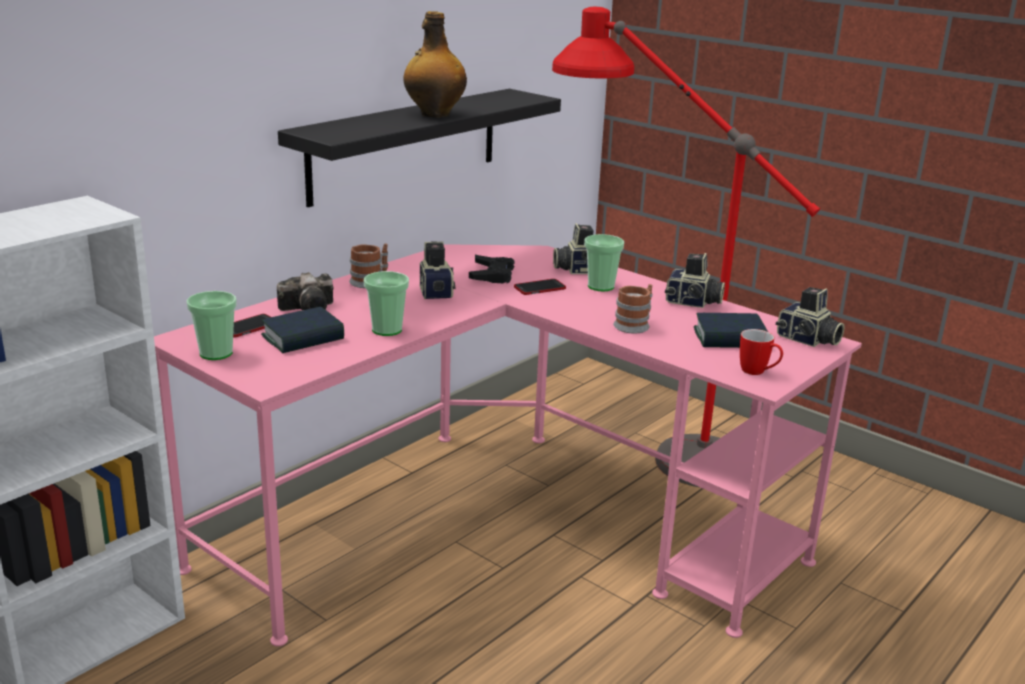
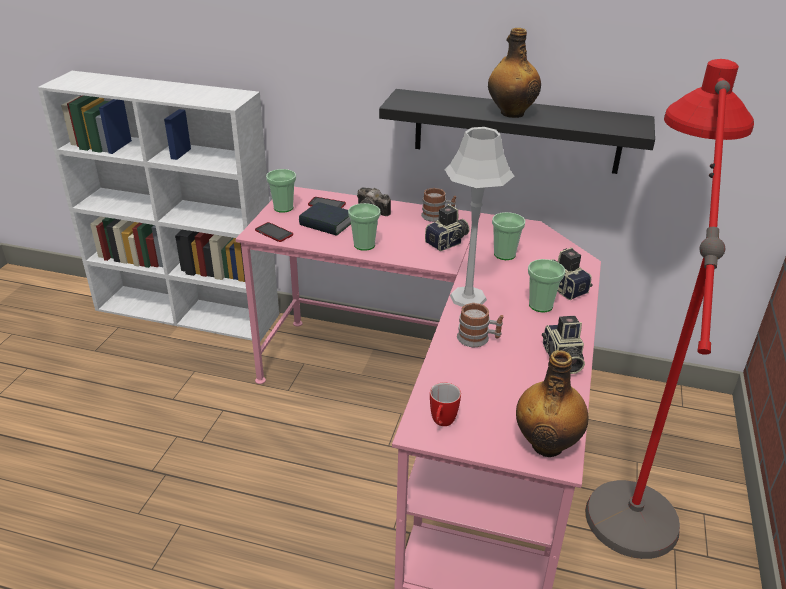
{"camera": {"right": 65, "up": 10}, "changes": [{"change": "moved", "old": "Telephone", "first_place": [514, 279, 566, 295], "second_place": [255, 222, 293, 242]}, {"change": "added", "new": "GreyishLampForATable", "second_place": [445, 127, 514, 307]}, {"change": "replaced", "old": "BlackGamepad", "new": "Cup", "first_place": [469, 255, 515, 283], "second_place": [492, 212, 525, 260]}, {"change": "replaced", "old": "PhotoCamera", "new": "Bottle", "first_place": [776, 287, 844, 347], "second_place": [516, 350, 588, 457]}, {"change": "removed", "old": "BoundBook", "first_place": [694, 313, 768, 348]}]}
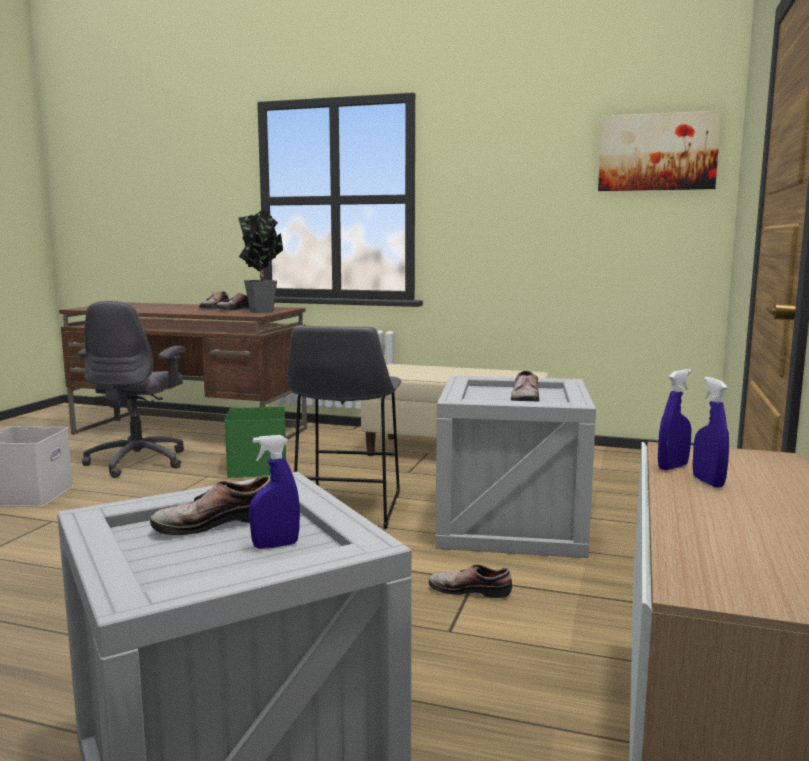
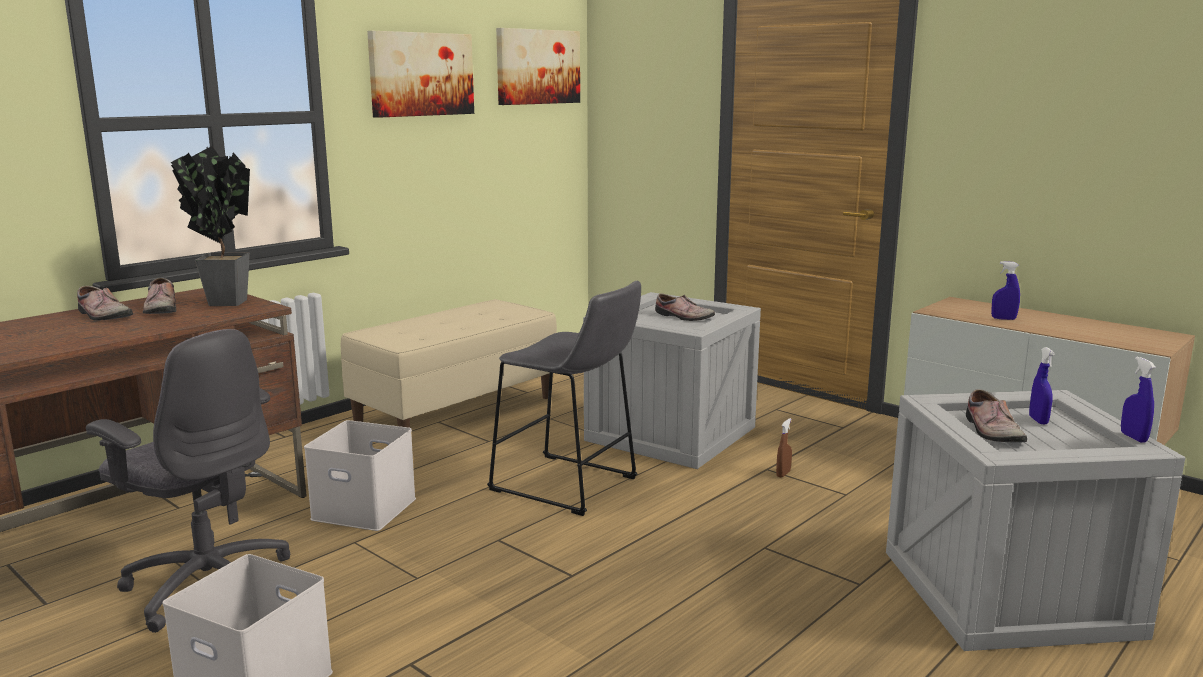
{"camera": {"right": -65, "up": 5}, "changes": [{"change": "recoloured", "old": "GreenishStorageBox", "new": "WhitishStorageBox", "first_place": [224, 407, 287, 478], "second_place": [304, 420, 416, 531]}, {"change": "added", "new": "WallArt", "second_place": [367, 31, 474, 118]}, {"change": "replaced", "old": "Shoe", "new": "BrownHandSprayer", "first_place": [429, 564, 512, 598], "second_place": [776, 418, 792, 477]}, {"change": "moved", "old": "BluishHandSprayer", "first_place": [658, 369, 692, 470], "second_place": [1121, 356, 1156, 443]}]}
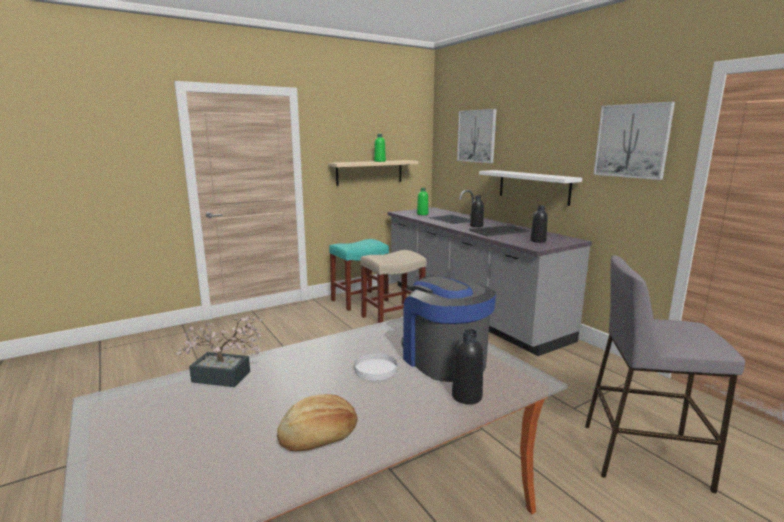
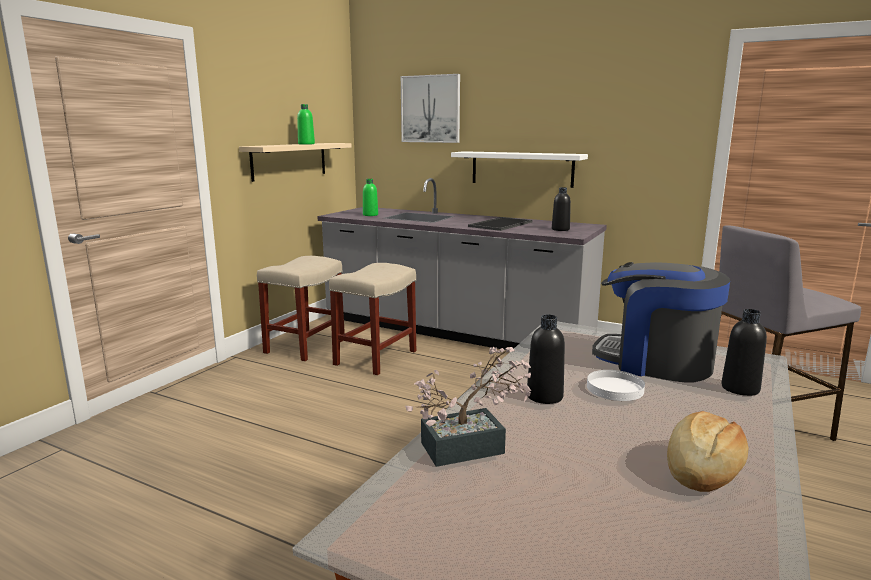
{"camera": {"right": -30, "up": 0}, "changes": [{"change": "recoloured", "old": "BlueGreenSittingStool", "new": "BeigeSittingStool", "first_place": [329, 239, 389, 311], "second_place": [257, 256, 345, 361]}, {"change": "moved", "old": "BlackBottle", "first_place": [470, 195, 484, 227], "second_place": [527, 315, 565, 404]}, {"change": "removed", "old": "WallArt", "first_place": [594, 102, 675, 180]}]}
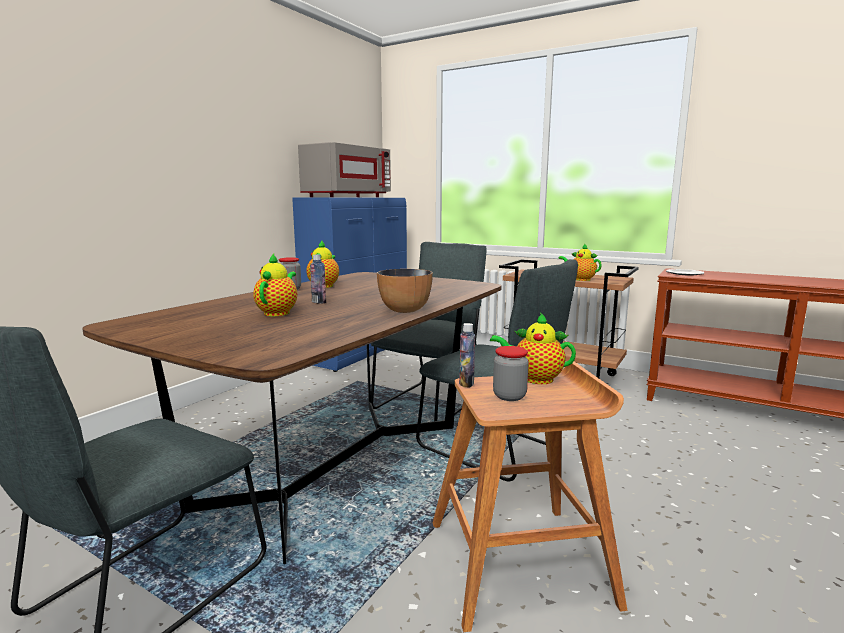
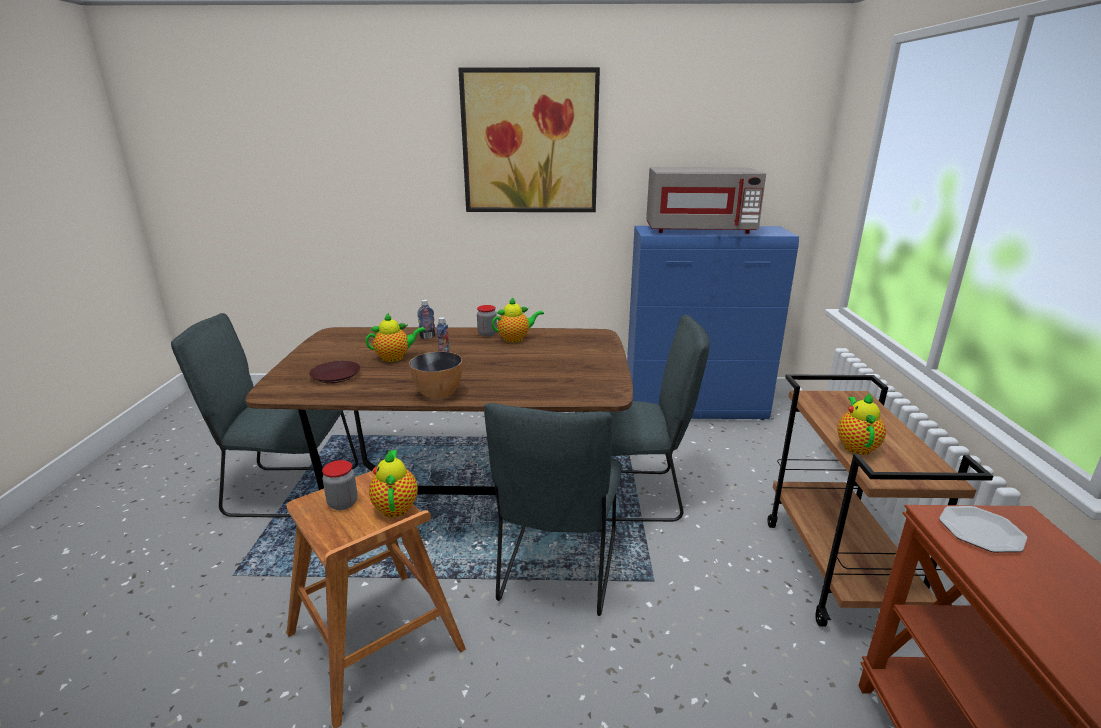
{"camera": {"right": 60, "up": 10}, "changes": [{"change": "added", "new": "BrownFlatDish", "second_place": [309, 361, 360, 383]}, {"change": "moved", "old": "Bottle", "first_place": [459, 323, 475, 388], "second_place": [417, 300, 436, 339]}, {"change": "added", "new": "WallArt", "second_place": [458, 67, 600, 212]}]}
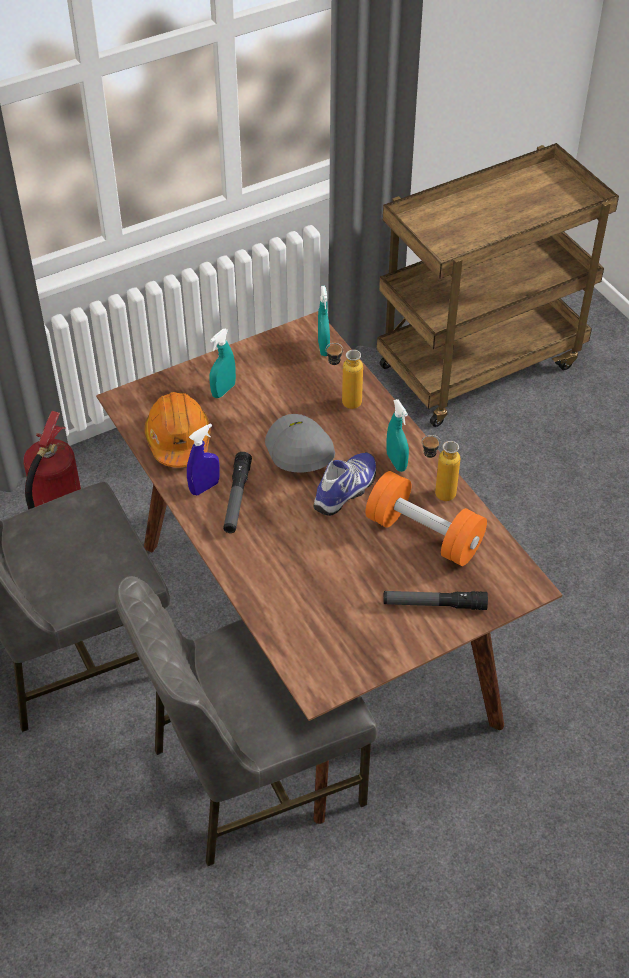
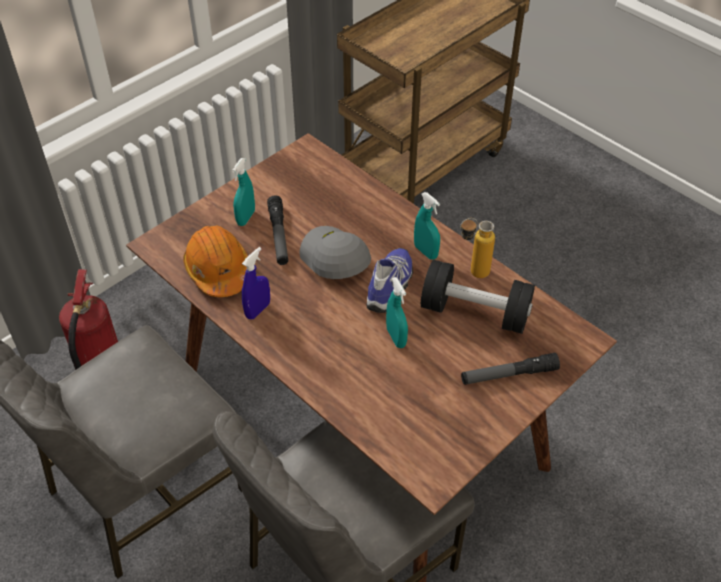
{"camera": {"right": -15, "up": 0}, "changes": [{"change": "moved", "old": "Flashlight", "first_place": [223, 452, 252, 533], "second_place": [267, 195, 288, 265]}, {"change": "moved", "old": "BlueGreenHandSprayer", "first_place": [318, 286, 330, 356], "second_place": [386, 277, 408, 348]}, {"change": "recoloured", "old": "OrangeFreeWeight", "new": "BlackFreeWeight", "first_place": [365, 471, 487, 566], "second_place": [421, 260, 535, 334]}, {"change": "removed", "old": "Bottle", "first_place": [326, 343, 363, 409]}]}
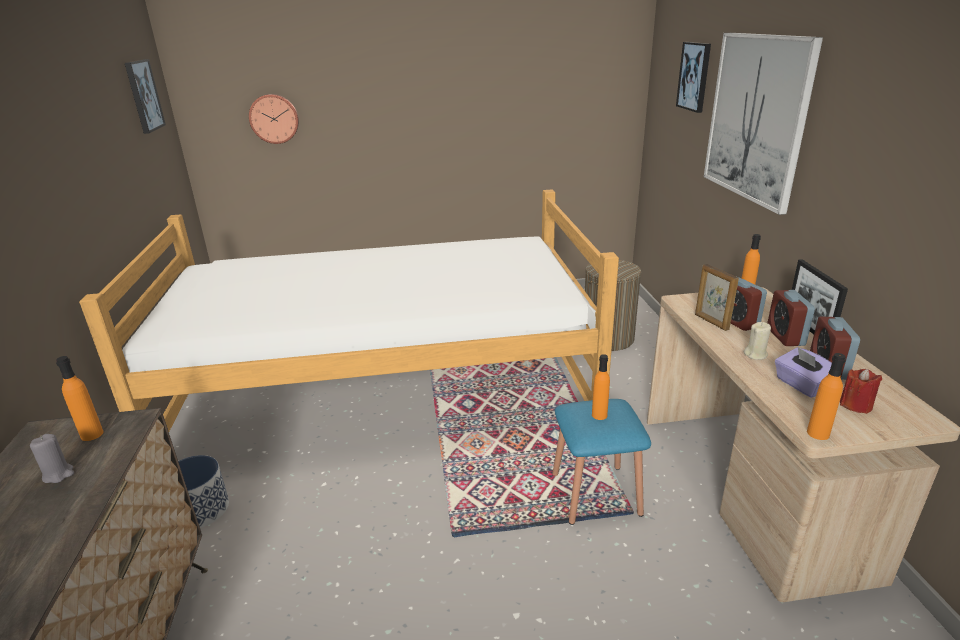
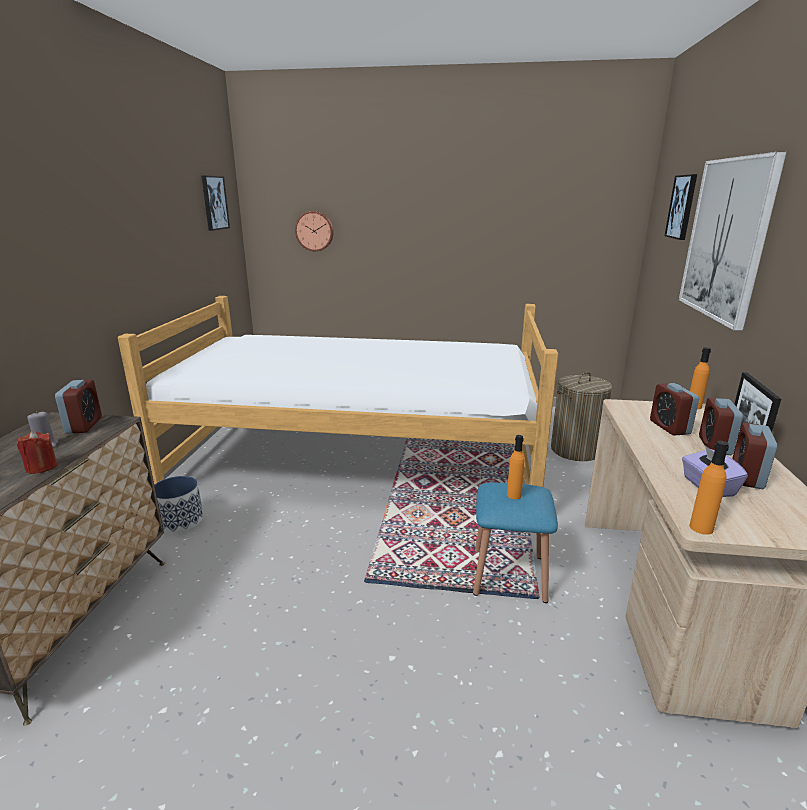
{"camera": {"right": 15, "up": -5}, "changes": [{"change": "moved", "old": "ReddishCandle", "first_place": [840, 369, 882, 414], "second_place": [17, 431, 57, 474]}, {"change": "replaced", "old": "OrangeBottle", "new": "TableClock", "first_place": [56, 356, 103, 441], "second_place": [55, 380, 102, 434]}, {"change": "removed", "old": "PhotoFrame", "first_place": [695, 264, 739, 331]}, {"change": "removed", "old": "BeigeCandle", "first_place": [744, 322, 771, 360]}]}
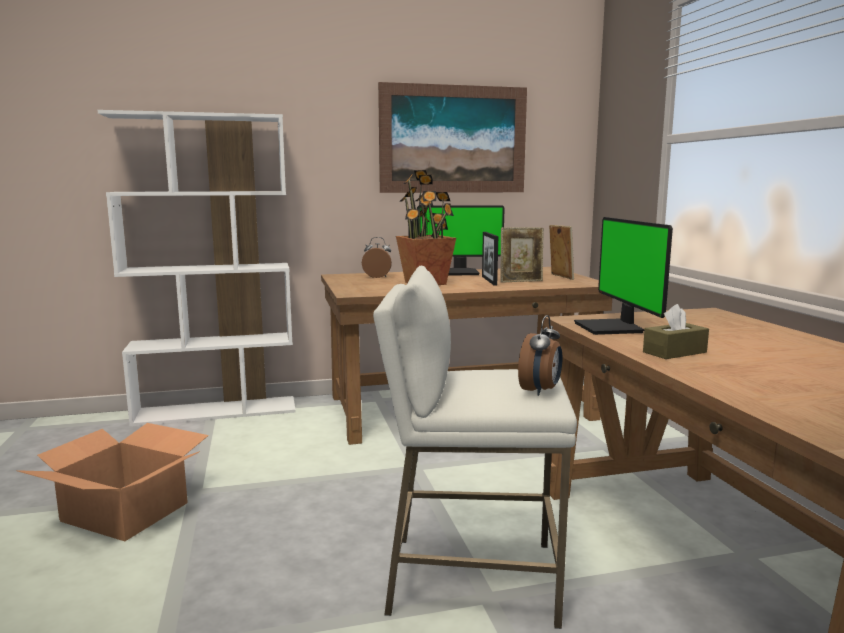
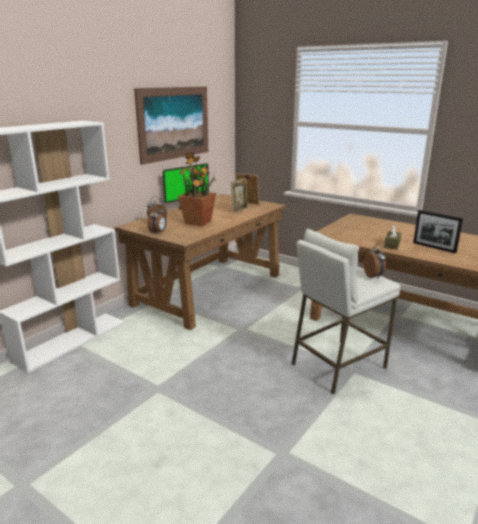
{"camera": {"right": -40, "up": 10}, "changes": [{"change": "added", "new": "TableClock", "second_place": [148, 205, 167, 235]}, {"change": "moved", "old": "PhotoFrame", "first_place": [482, 232, 498, 285], "second_place": [413, 210, 463, 253]}, {"change": "removed", "old": "Carton", "first_place": [16, 423, 209, 541]}, {"change": "removed", "old": "ComputerDisplay", "first_place": [574, 217, 673, 335]}]}
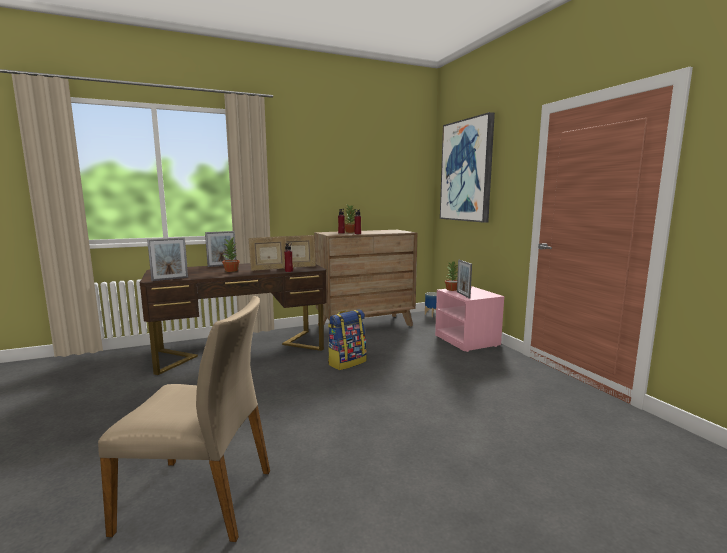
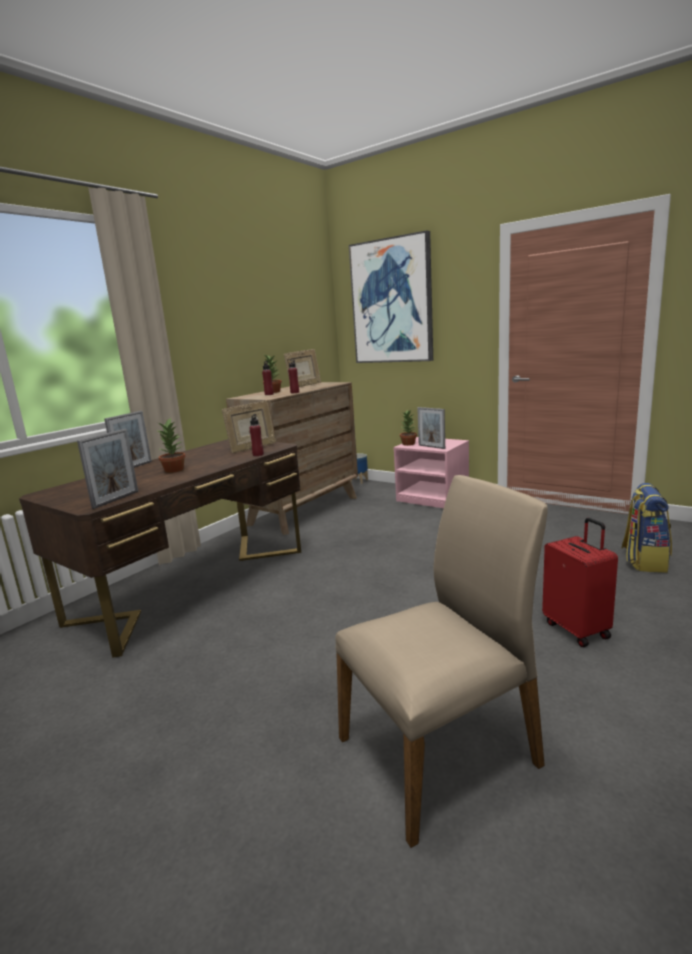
{"camera": {"right": -30, "up": 5}, "changes": [{"change": "moved", "old": "PhotoFrame", "first_place": [249, 236, 286, 271], "second_place": [284, 349, 321, 387]}, {"change": "added", "new": "ReddishSuitcase", "second_place": [542, 518, 618, 647]}, {"change": "moved", "old": "Backpack", "first_place": [328, 309, 367, 370], "second_place": [621, 483, 672, 573]}]}
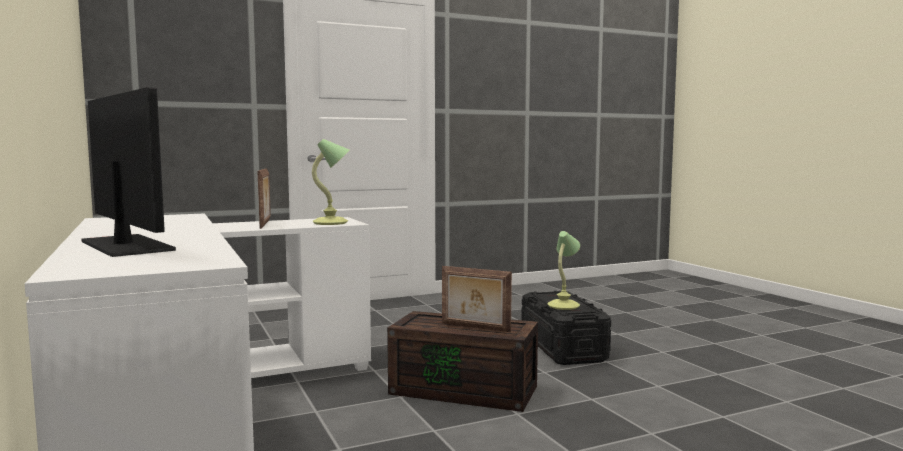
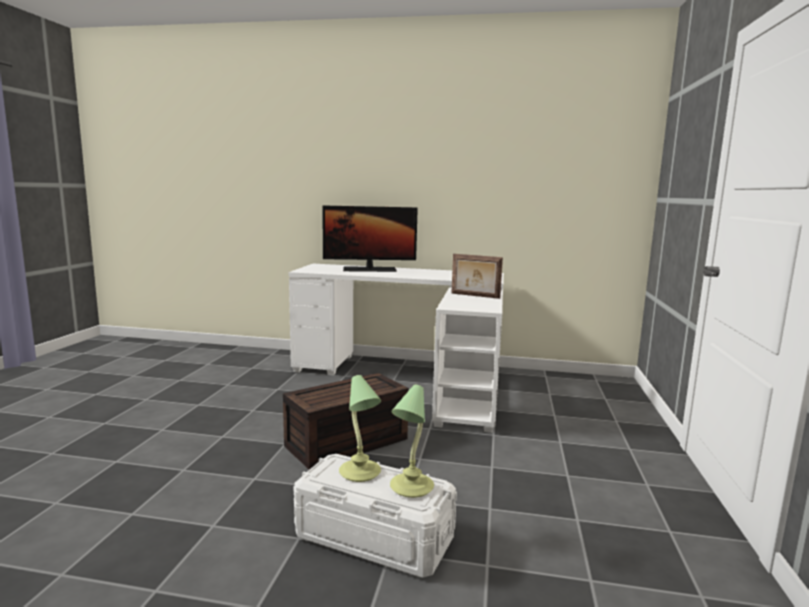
{"camera": {"right": 125, "up": 5}, "changes": [{"change": "recoloured", "old": "BlackStorageBox", "new": "WhitishStorageBox", "first_place": [521, 290, 611, 365], "second_place": [294, 454, 457, 578]}, {"change": "moved", "old": "LampForATable", "first_place": [312, 139, 350, 225], "second_place": [390, 385, 434, 498]}, {"change": "removed", "old": "PhotoFrame", "first_place": [442, 266, 512, 332]}]}
